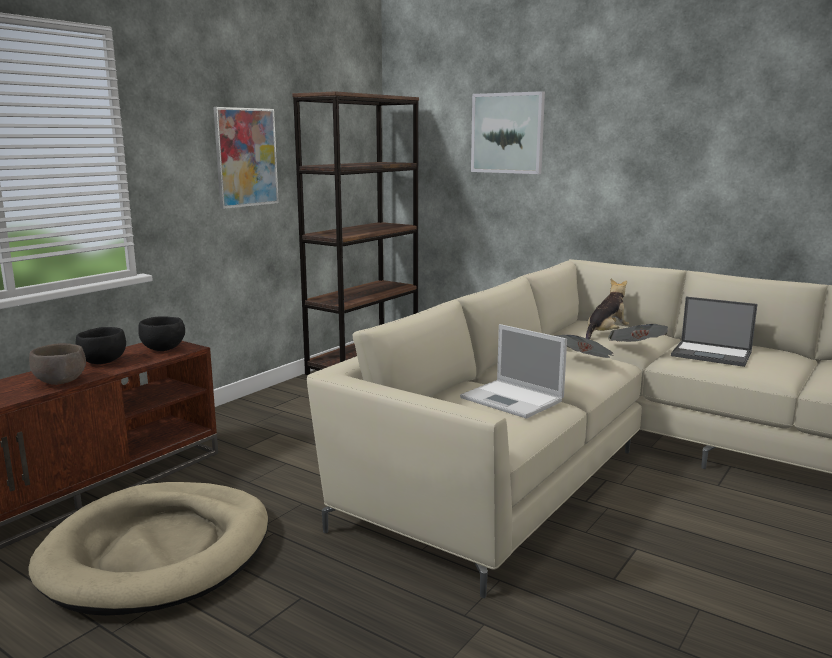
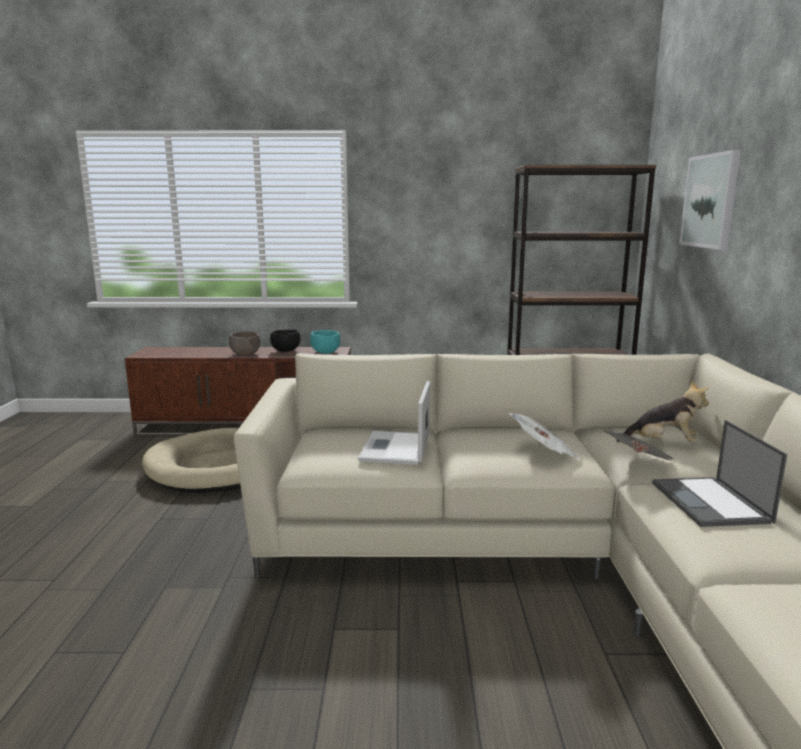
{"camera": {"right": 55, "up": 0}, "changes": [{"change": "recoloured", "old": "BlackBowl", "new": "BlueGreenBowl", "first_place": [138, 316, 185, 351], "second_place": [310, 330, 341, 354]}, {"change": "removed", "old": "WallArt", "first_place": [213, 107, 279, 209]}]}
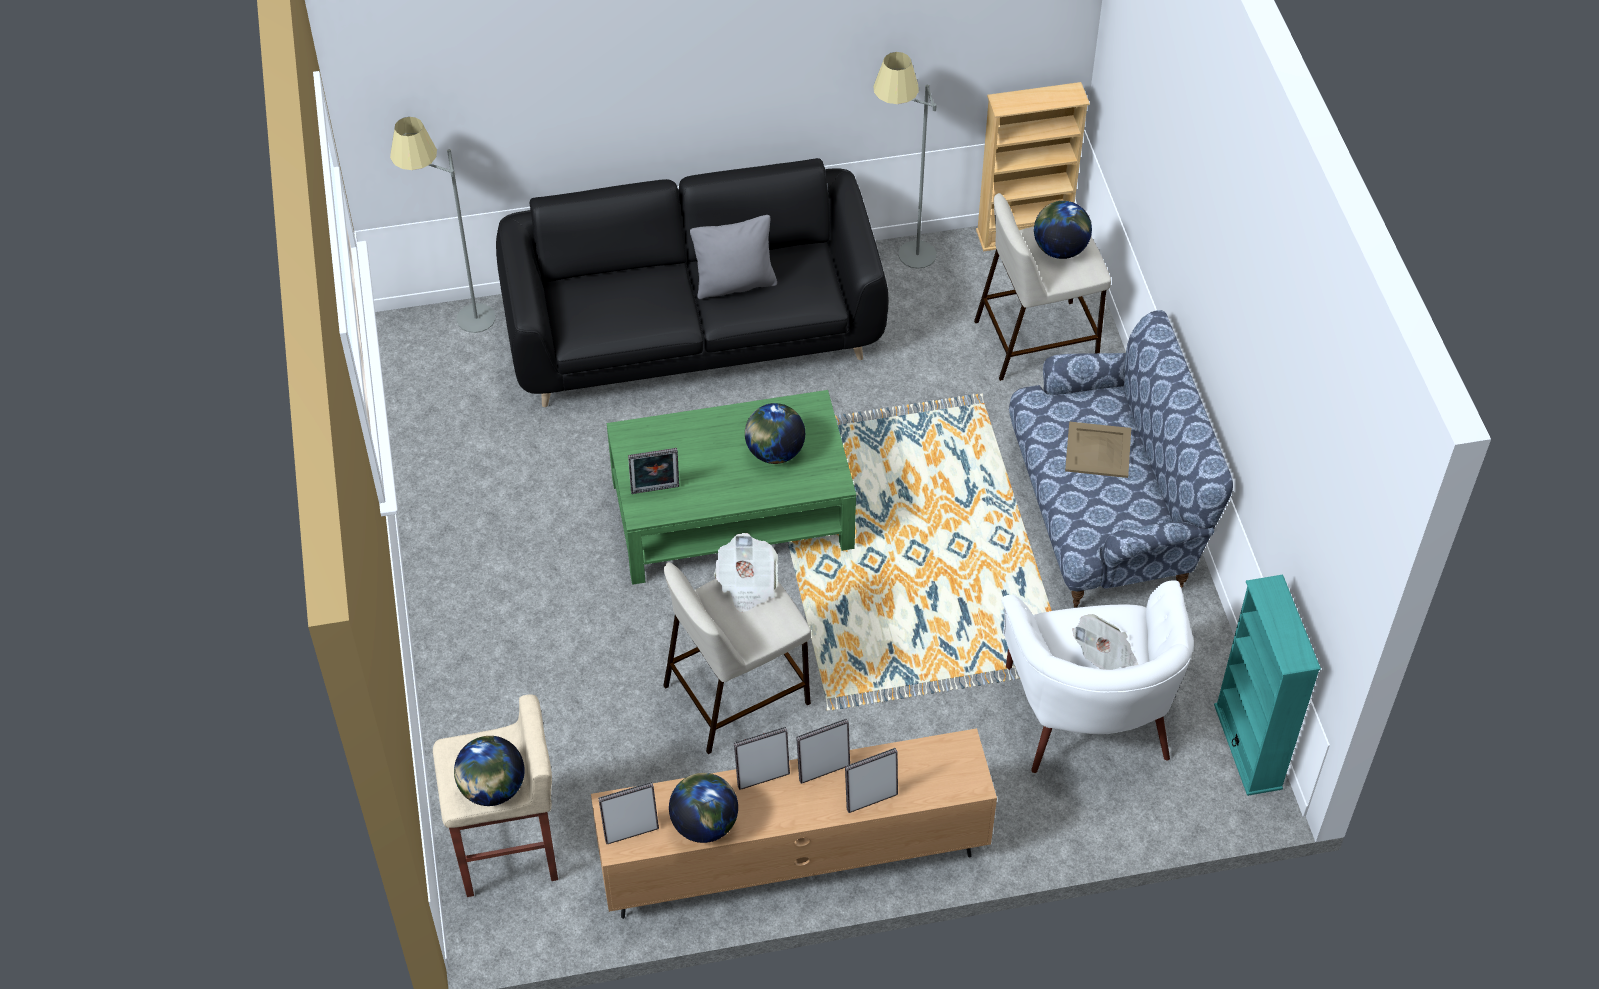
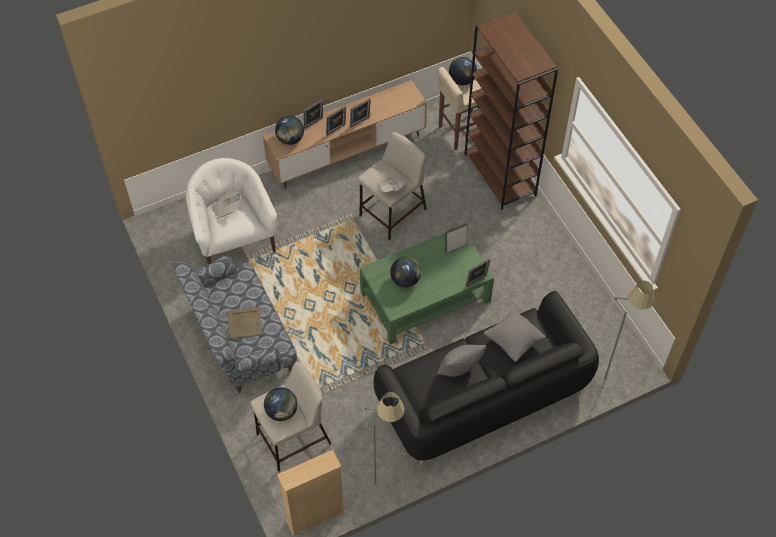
{"camera": {"right": 165, "up": 5}, "changes": [{"change": "moved", "old": "DeskGlobe", "first_place": [669, 773, 738, 843], "second_place": [275, 116, 304, 145]}, {"change": "added", "new": "BrownBookcase", "second_place": [465, 11, 558, 210]}, {"change": "moved", "old": "PhotoFrame", "first_place": [598, 782, 659, 845], "second_place": [466, 259, 490, 287]}, {"change": "added", "new": "GreyishCushion", "second_place": [484, 308, 546, 362]}, {"change": "removed", "old": "BlueGreenBookcase", "first_place": [1214, 575, 1321, 796]}]}
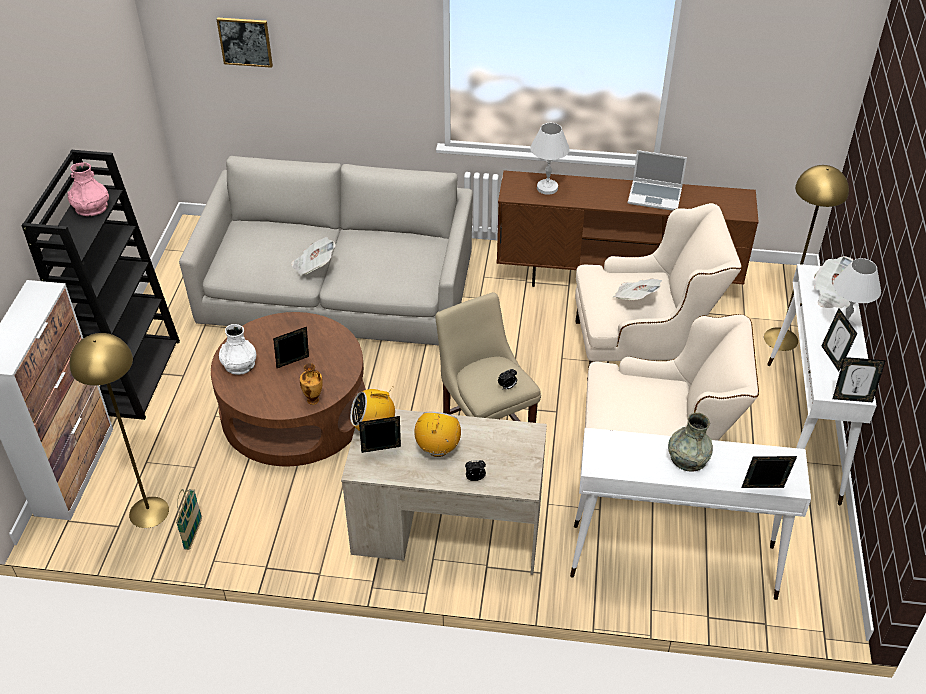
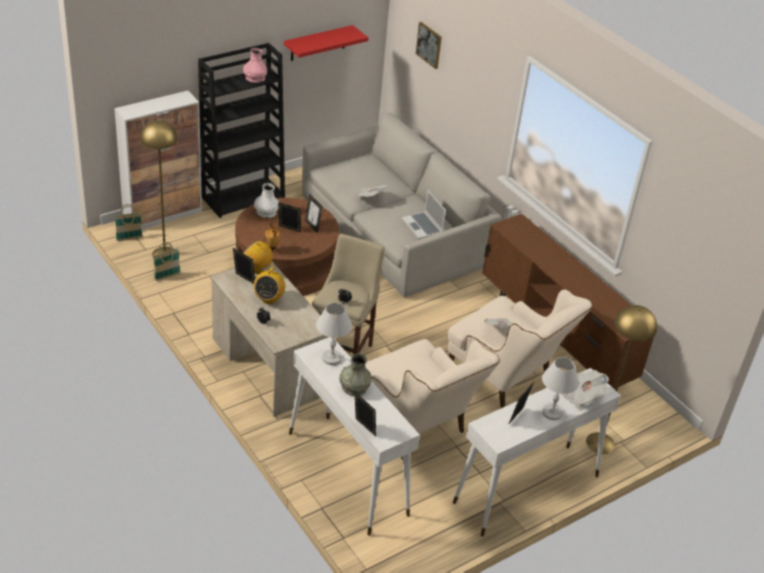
{"camera": {"right": 45, "up": -5}, "changes": [{"change": "added", "new": "Basket", "second_place": [114, 204, 143, 241]}, {"change": "turned", "old": "RadioReceiver", "first_place": [414, 412, 461, 457], "second_place": [254, 266, 285, 304], "degrees": 135}, {"change": "added", "new": "ReddishBracketShelf", "second_place": [284, 25, 368, 61]}, {"change": "moved", "old": "PhotoFrame", "first_place": [833, 357, 886, 402], "second_place": [305, 194, 322, 233]}, {"change": "moved", "old": "WhitishLampForATable", "first_place": [530, 123, 570, 195], "second_place": [316, 303, 352, 365]}, {"change": "moved", "old": "NotebookComputer", "first_place": [628, 150, 687, 211], "second_place": [402, 190, 446, 239]}]}
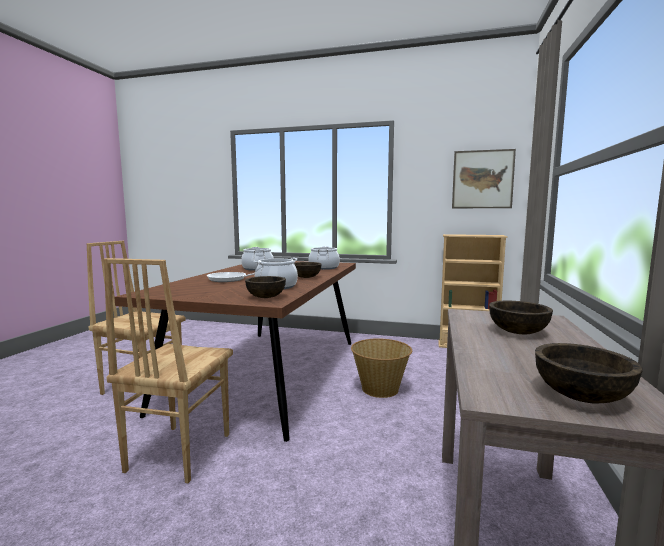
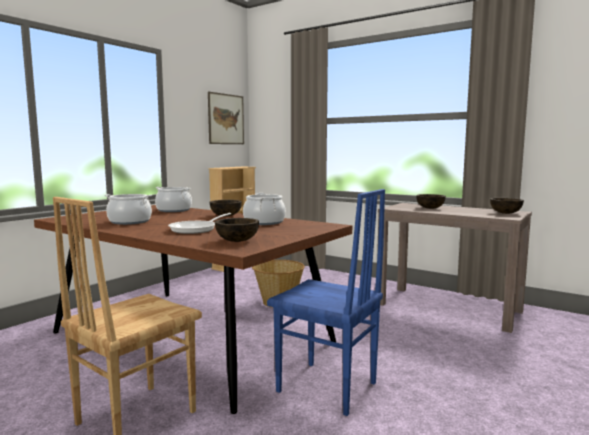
{"camera": {"right": -70, "up": 0}, "changes": [{"change": "moved", "old": "BrownBowl", "first_place": [245, 276, 286, 298], "second_place": [215, 218, 259, 242]}, {"change": "recoloured", "old": "BrownChair", "new": "BluishChair", "first_place": [104, 258, 233, 483], "second_place": [267, 189, 385, 416]}]}
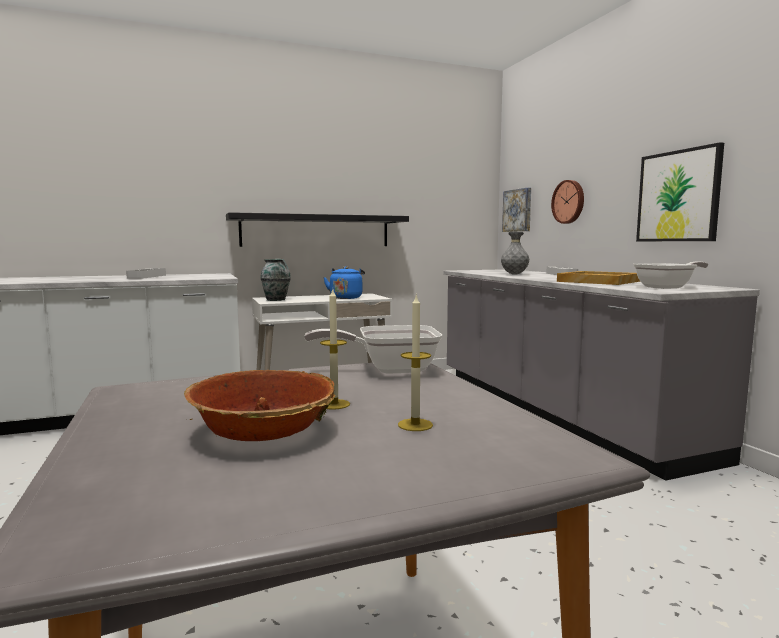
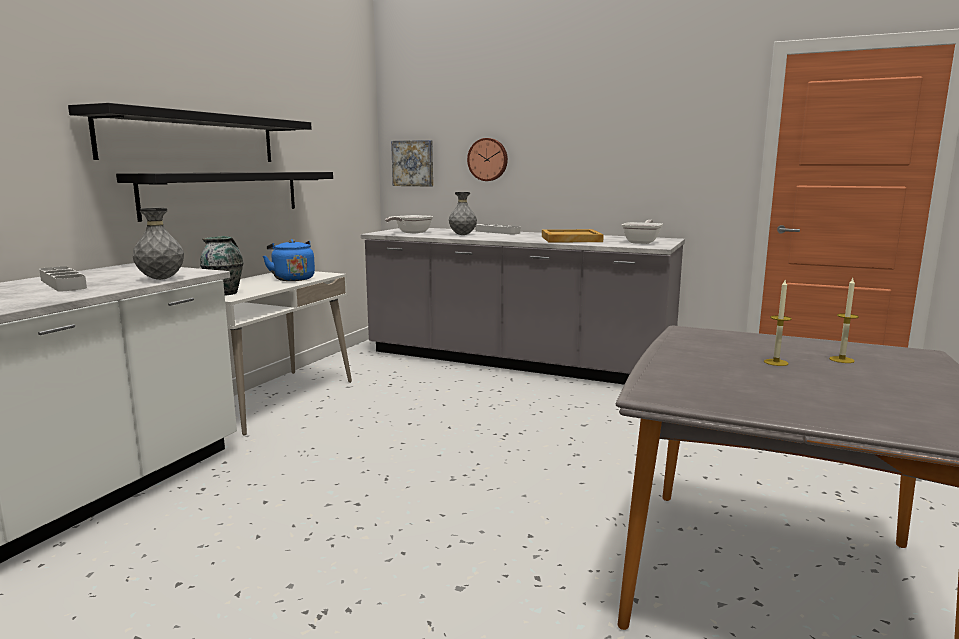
{"camera": {"right": -45, "up": 5}, "changes": [{"change": "added", "new": "BlackBracketShelf", "second_place": [68, 103, 312, 162]}, {"change": "added", "new": "GreyishFlowerVase", "second_place": [132, 208, 184, 280]}, {"change": "moved", "old": "Skillet", "first_place": [304, 325, 442, 374], "second_place": [385, 215, 433, 234]}, {"change": "removed", "old": "Bowl", "first_place": [184, 370, 335, 441]}, {"change": "removed", "old": "WallArt", "first_place": [636, 142, 724, 241]}]}
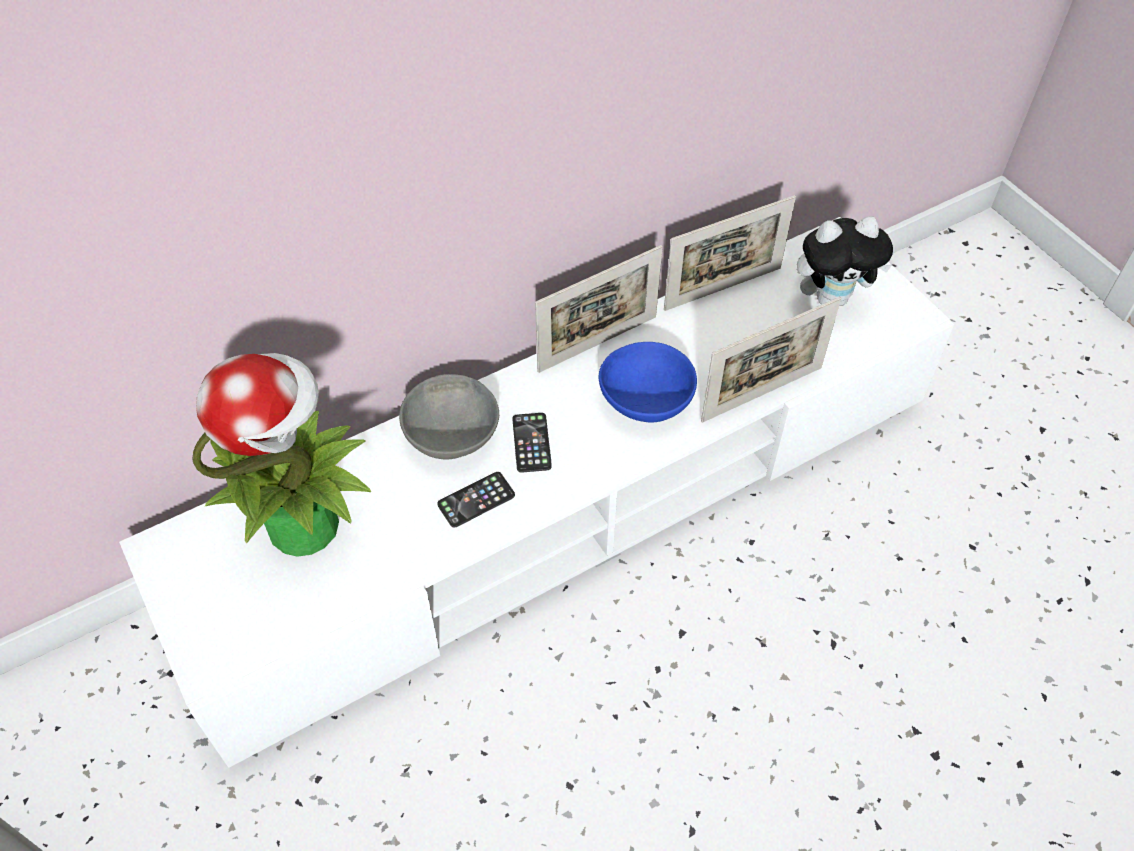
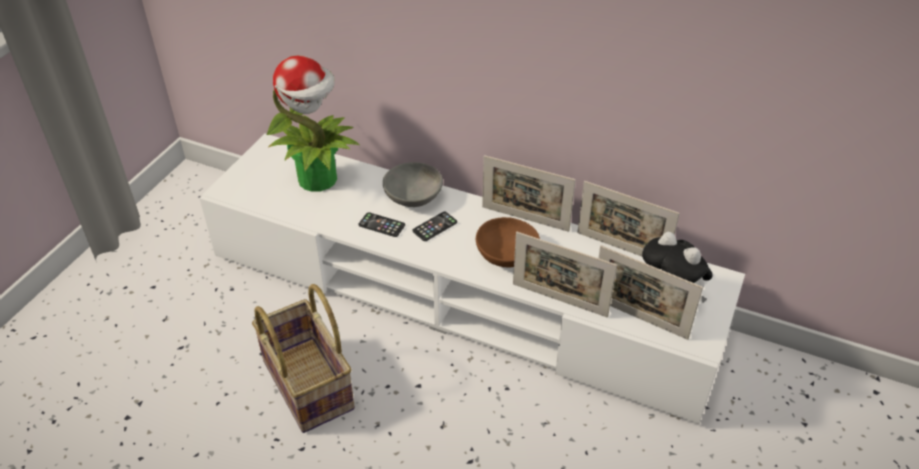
{"camera": {"right": 55, "up": -10}, "changes": [{"change": "added", "new": "Basket", "second_place": [252, 284, 355, 433]}, {"change": "recoloured", "old": "BluishBowl", "new": "BrownBowl", "first_place": [599, 342, 697, 422], "second_place": [476, 217, 540, 268]}, {"change": "added", "new": "PhotoFrame", "second_place": [598, 245, 703, 340]}]}
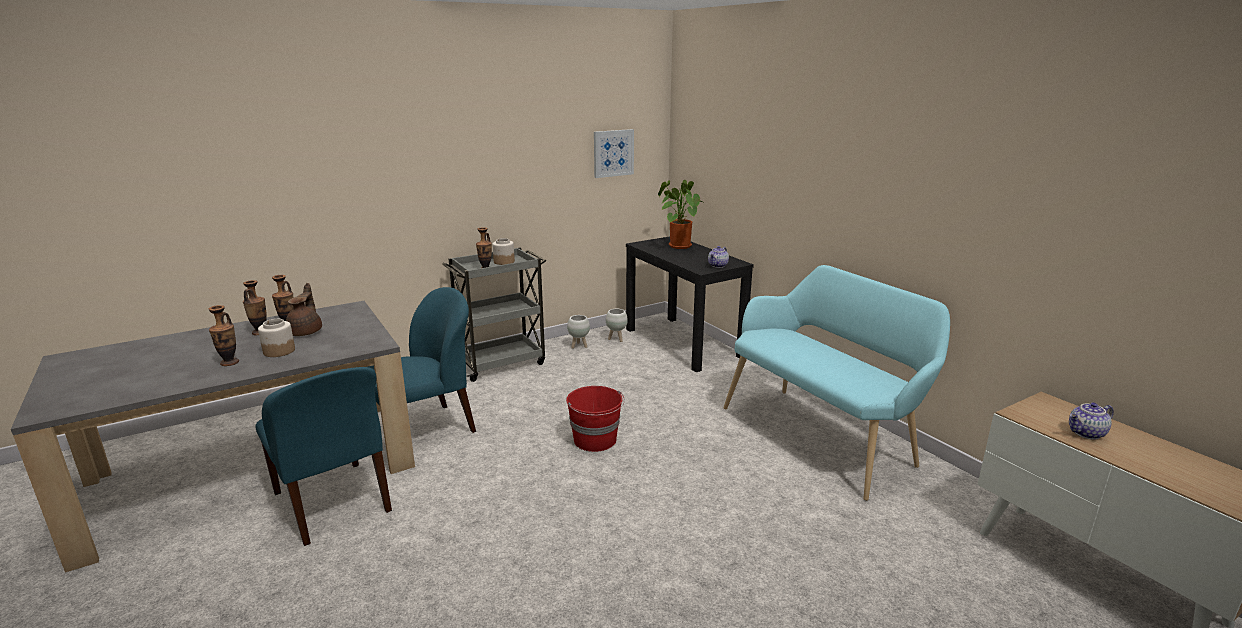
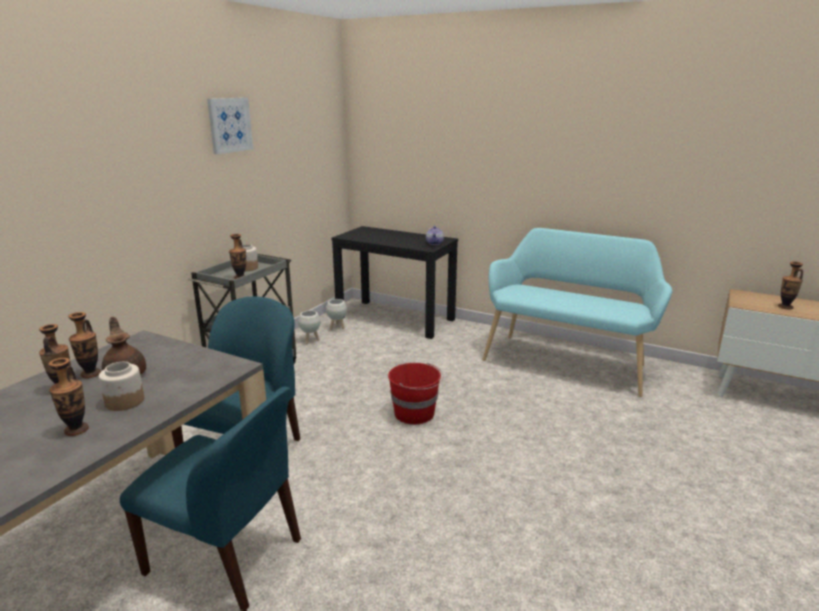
{"camera": {"right": -30, "up": 0}, "changes": [{"change": "moved", "old": "WallArt", "first_place": [594, 129, 634, 178], "second_place": [207, 98, 253, 154]}, {"change": "replaced", "old": "PotForTea", "new": "FlowerVase", "first_place": [1069, 402, 1114, 440], "second_place": [778, 262, 803, 309]}, {"change": "removed", "old": "PlantInAPot", "first_place": [658, 180, 705, 249]}]}
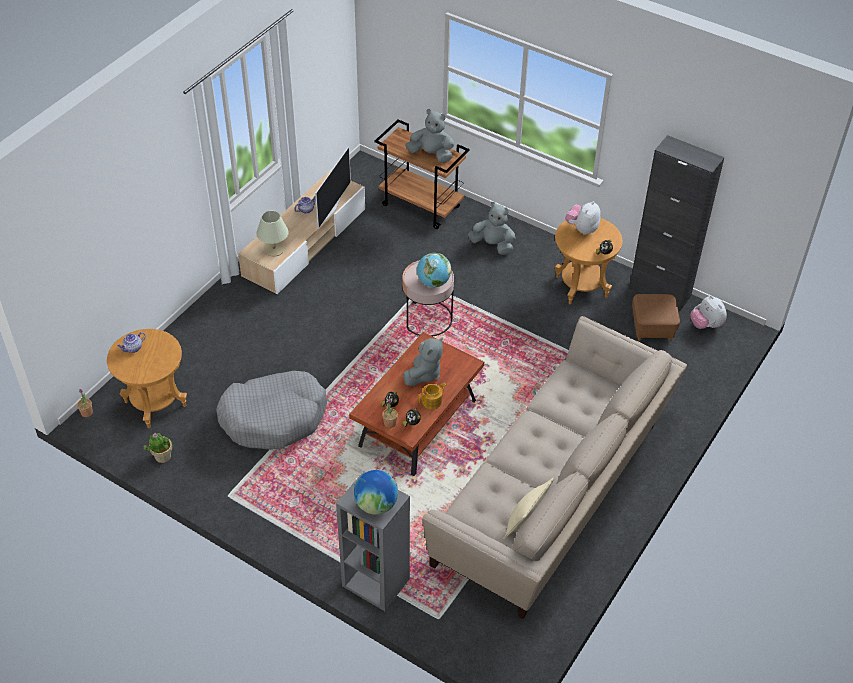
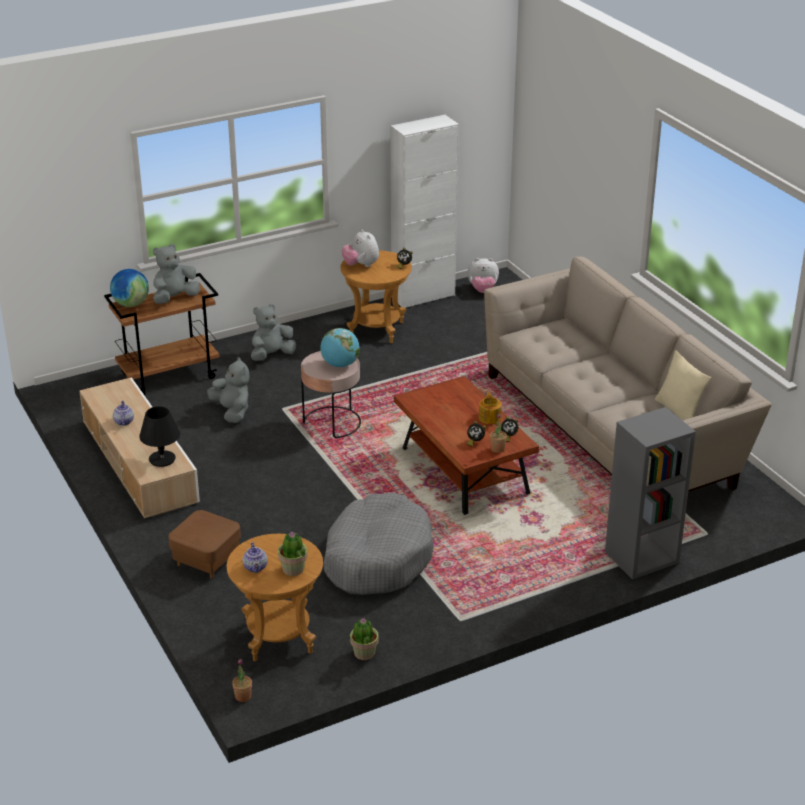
{"camera": {"right": -60, "up": -15}, "changes": [{"change": "moved", "old": "DeskGlobe", "first_place": [354, 470, 398, 515], "second_place": [110, 269, 149, 307]}, {"change": "recoloured", "old": "BeigeLampForATable", "new": "BlackLampForATable", "first_place": [256, 211, 289, 256], "second_place": [139, 406, 180, 467]}, {"change": "moved", "old": "BrownFootrest", "first_place": [632, 294, 680, 341], "second_place": [168, 510, 241, 578]}, {"change": "moved", "old": "GreyishCuddlyToy", "first_place": [403, 337, 443, 386], "second_place": [207, 357, 250, 423]}, {"change": "added", "new": "PlantInAPot", "second_place": [278, 531, 307, 576]}, {"change": "recoloured", "old": "BlackCabinet", "new": "WhitishCabinet", "first_place": [629, 135, 725, 311], "second_place": [391, 115, 459, 308]}, {"change": "removed", "old": "Tv", "first_place": [315, 146, 351, 229]}]}
